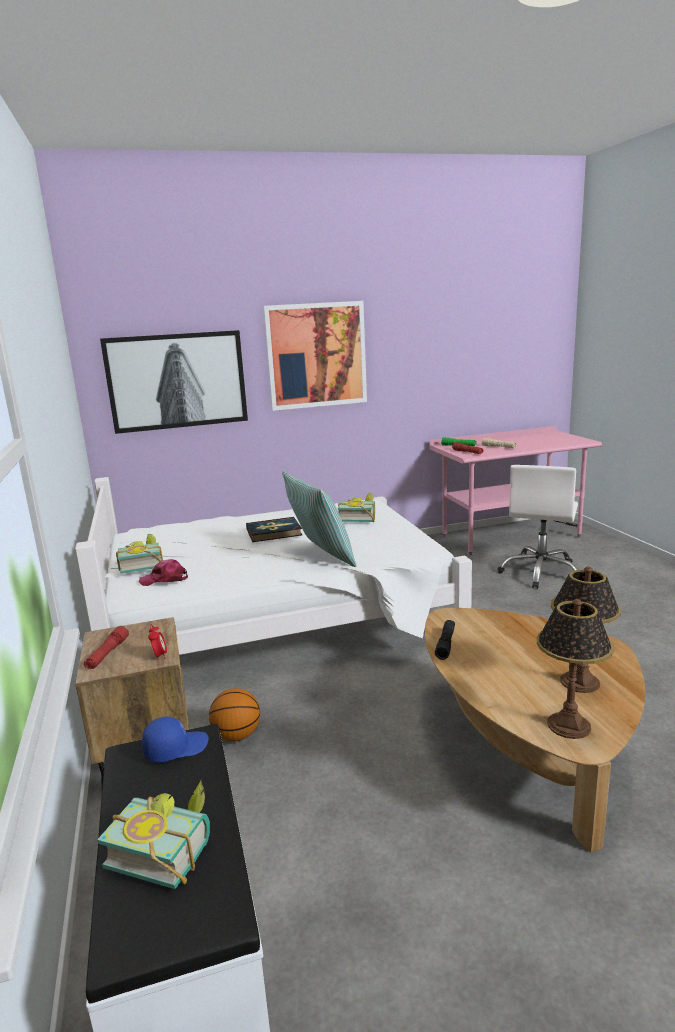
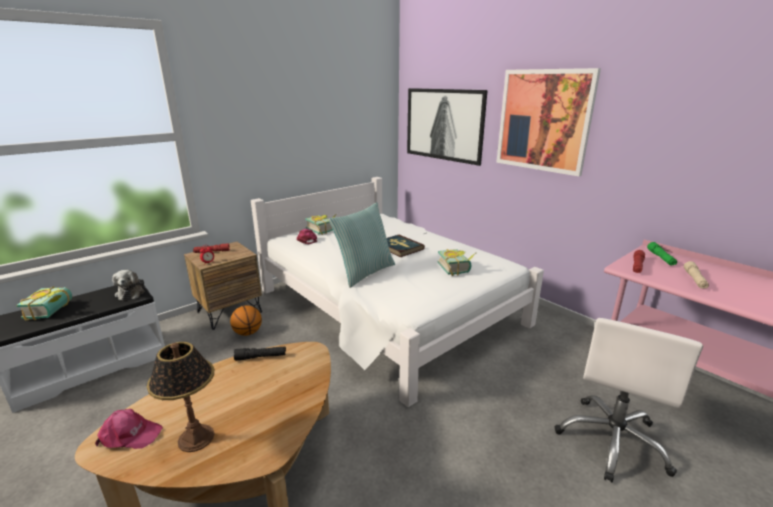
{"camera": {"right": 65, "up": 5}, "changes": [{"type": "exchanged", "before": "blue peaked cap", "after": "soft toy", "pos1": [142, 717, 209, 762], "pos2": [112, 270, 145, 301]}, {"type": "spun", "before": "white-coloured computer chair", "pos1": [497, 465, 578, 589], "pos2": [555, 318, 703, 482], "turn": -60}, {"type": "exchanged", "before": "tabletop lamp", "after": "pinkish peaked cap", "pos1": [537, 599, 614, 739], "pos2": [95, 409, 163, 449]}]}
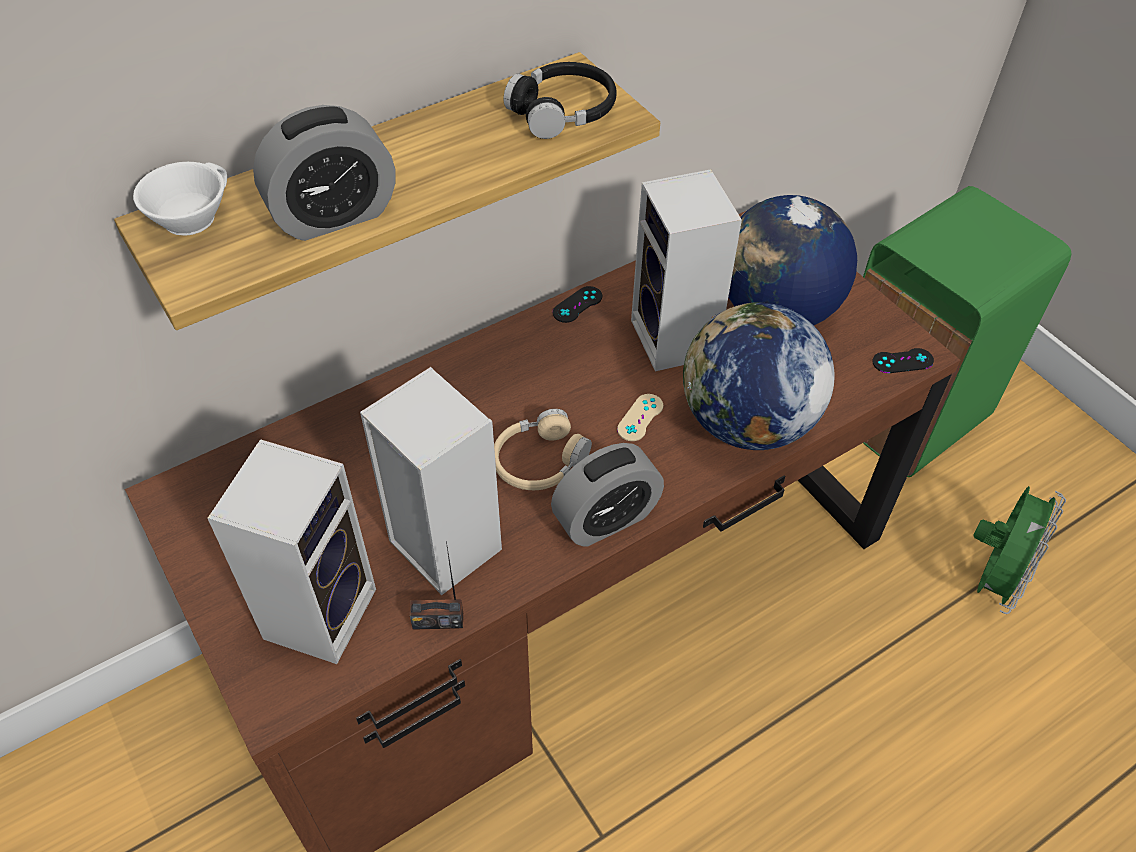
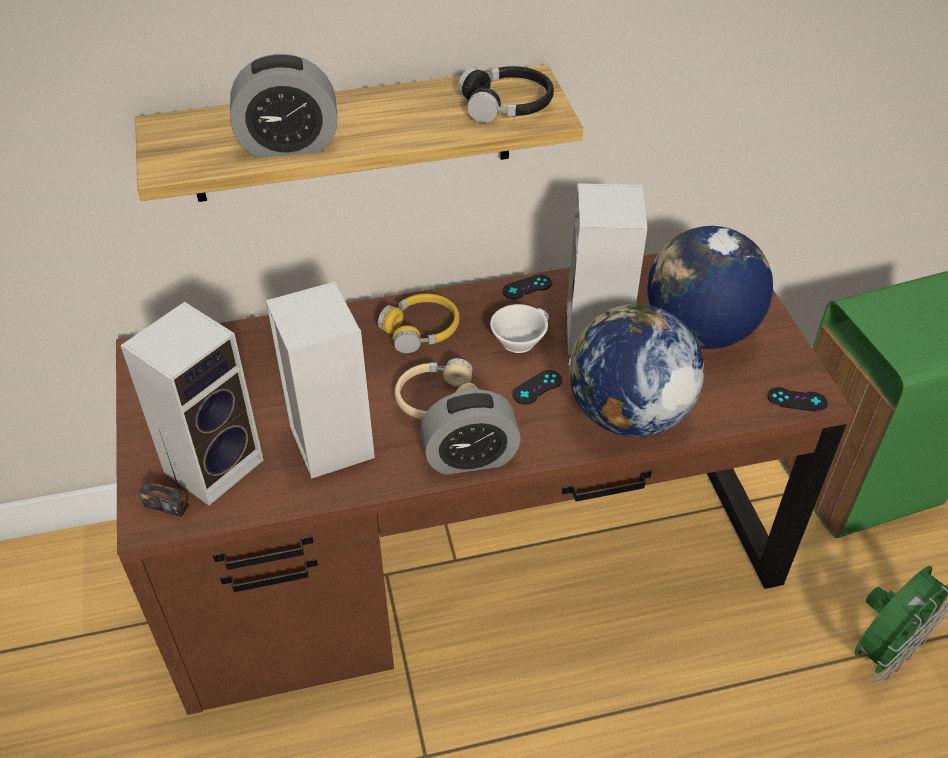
{"camera": {"right": 20, "up": -5}, "changes": [{"type": "relocated", "before": "white-coloured cup", "pos1": [133, 162, 227, 236], "pos2": [490, 304, 549, 353]}, {"type": "relocated", "before": "radio", "pos1": [410, 541, 463, 630], "pos2": [139, 430, 189, 517]}, {"type": "colour", "before": "beige-coloured gamepad", "after": "black gamepad", "pos1": [617, 394, 663, 441], "pos2": [512, 370, 562, 405]}, {"type": "appeared", "after": "yellow headphones", "pos2": [378, 294, 460, 353]}]}
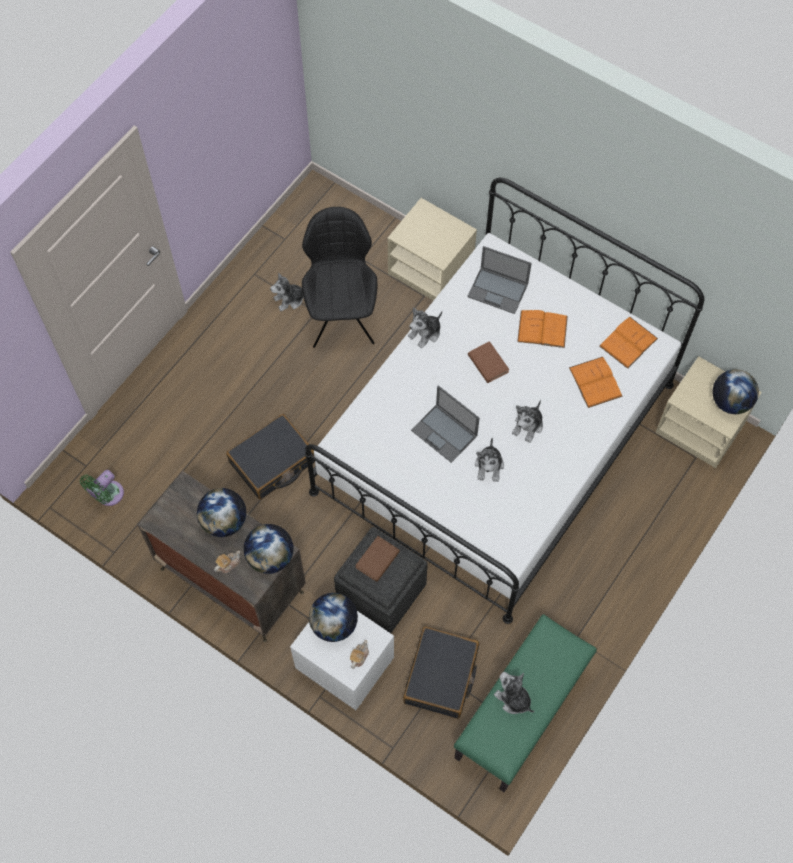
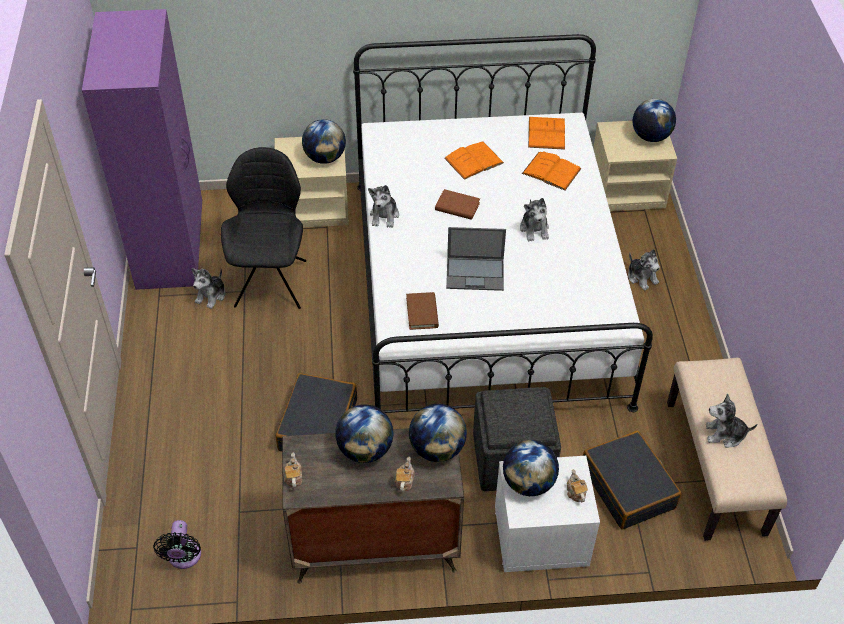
{"camera": {"right": -40, "up": -15}, "changes": [{"type": "colour", "before": "greenish electric fan", "after": "black electric fan", "pos1": [80, 470, 124, 506], "pos2": [153, 520, 201, 569]}, {"type": "spun", "before": "black upright chair", "pos1": [302, 207, 377, 348], "pos2": [221, 147, 306, 309], "turn": 45}, {"type": "relocated", "before": "brown-coloured volume", "pos1": [355, 536, 400, 582], "pos2": [406, 292, 439, 330]}, {"type": "colour", "before": "greenish indoor bench", "after": "beige-coloured indoor bench", "pos1": [454, 614, 597, 792], "pos2": [667, 358, 787, 541]}, {"type": "missing", "before": "laptop", "pos1": [467, 246, 532, 314]}, {"type": "relocated", "before": "soft toy", "pos1": [475, 437, 504, 482], "pos2": [628, 249, 660, 291]}, {"type": "appeared", "after": "purple wardrobe", "pos2": [82, 9, 202, 290]}, {"type": "appeared", "after": "pot for tea", "pos2": [284, 453, 302, 488]}, {"type": "appeared", "after": "desk globe", "pos2": [302, 119, 346, 164]}]}
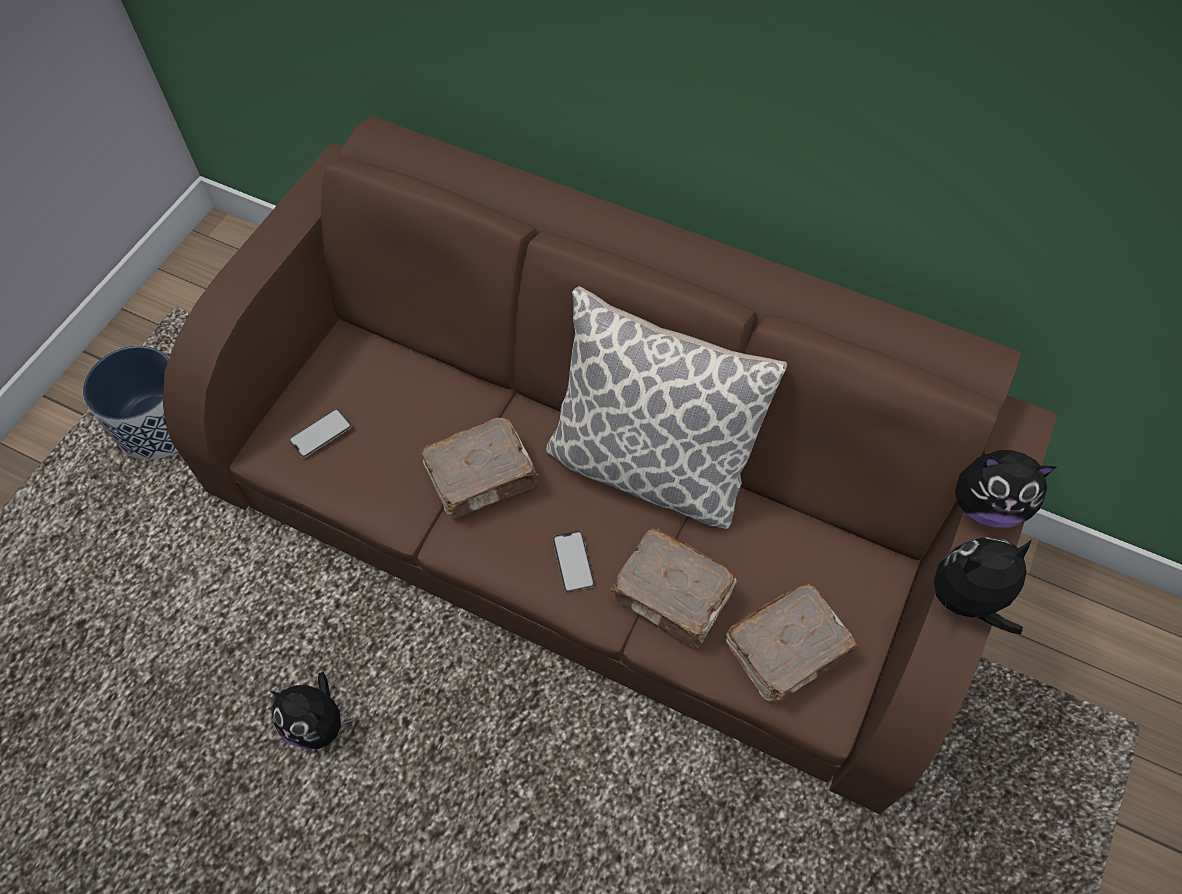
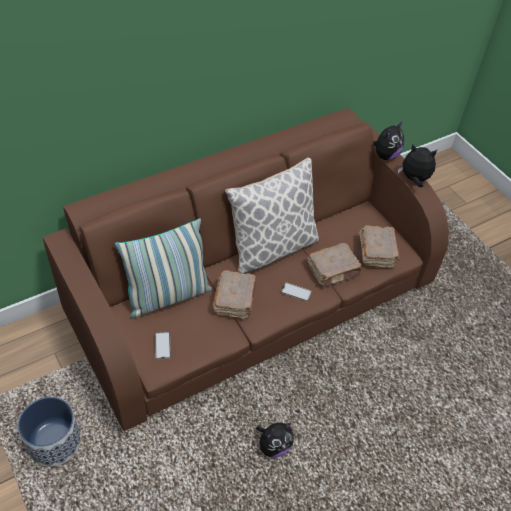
{"camera": {"right": -60, "up": -10}, "changes": [{"type": "spun", "before": "soft toy", "pos1": [933, 537, 1031, 634], "pos2": [398, 145, 437, 187], "turn": 90}, {"type": "appeared", "after": "cushion", "pos2": [115, 218, 212, 319]}]}
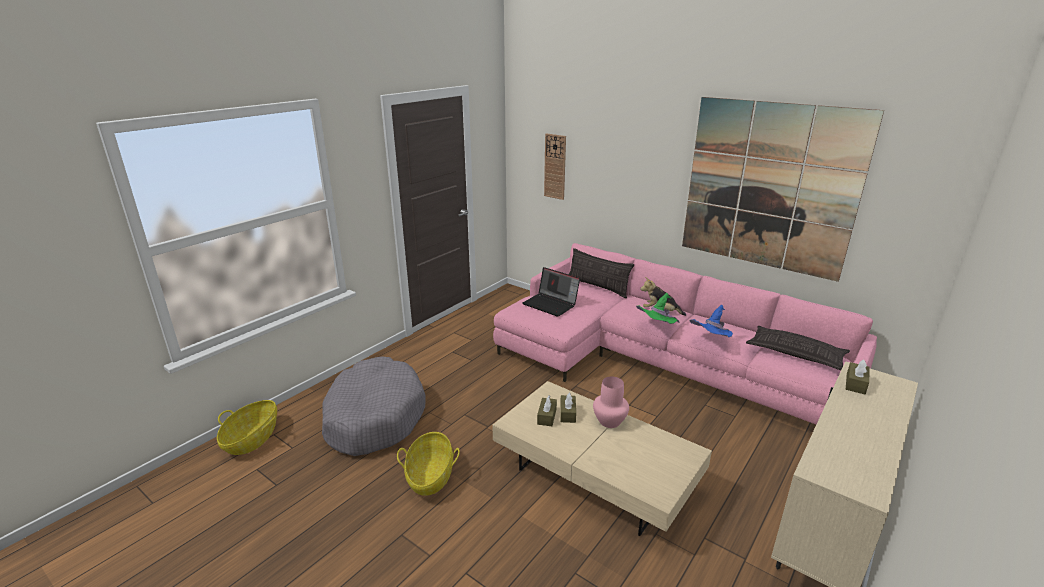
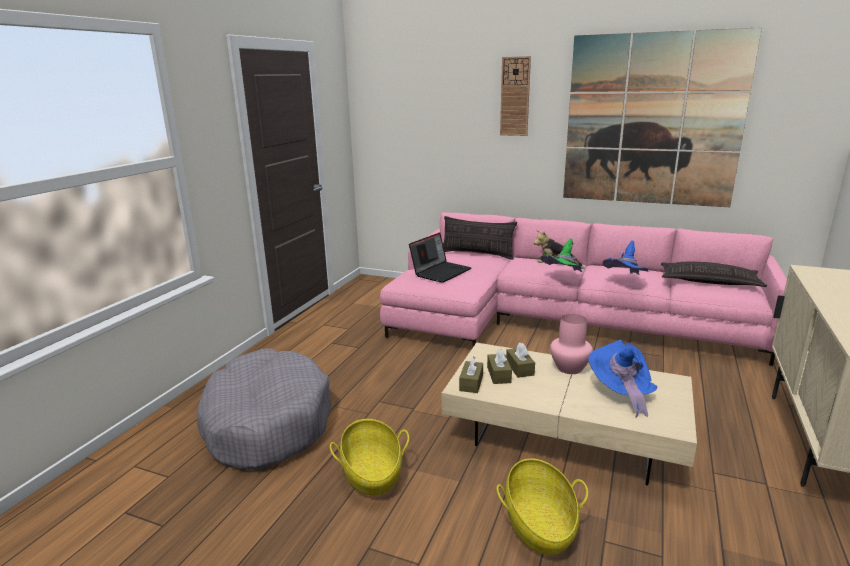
{"camera": {"right": -15, "up": -5}, "changes": [{"type": "relocated", "before": "basket", "pos1": [217, 400, 277, 455], "pos2": [496, 458, 588, 555]}, {"type": "spun", "before": "laptop", "pos1": [522, 267, 580, 317], "pos2": [409, 232, 471, 283], "turn": -75}, {"type": "relocated", "before": "wall clock", "pos1": [544, 133, 566, 200], "pos2": [500, 56, 531, 136]}, {"type": "relocated", "before": "brown-coloured box of tissues", "pos1": [846, 360, 870, 394], "pos2": [459, 356, 483, 393]}, {"type": "appeared", "after": "blue hat", "pos2": [588, 340, 658, 418]}]}
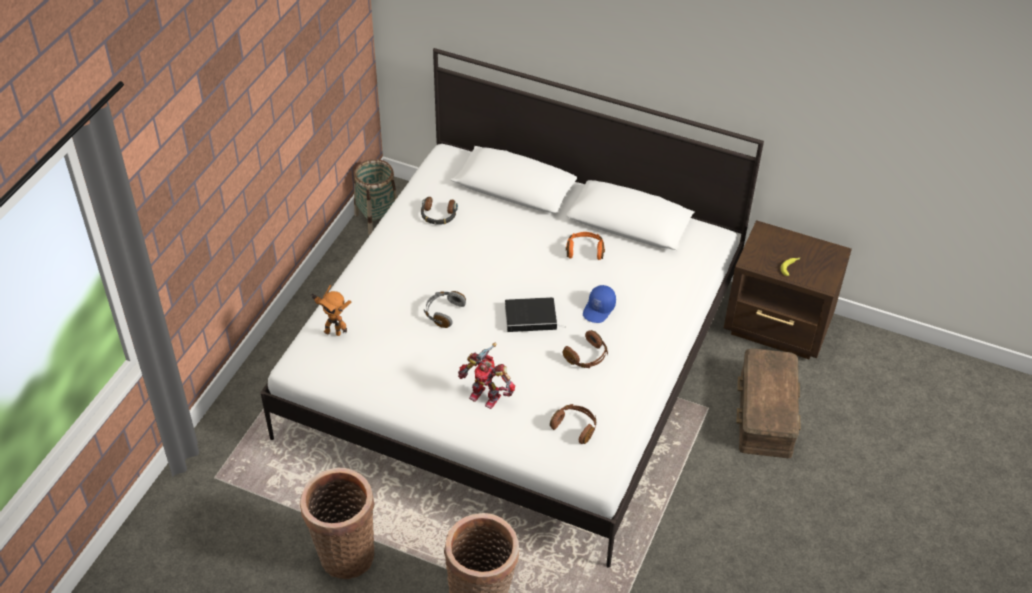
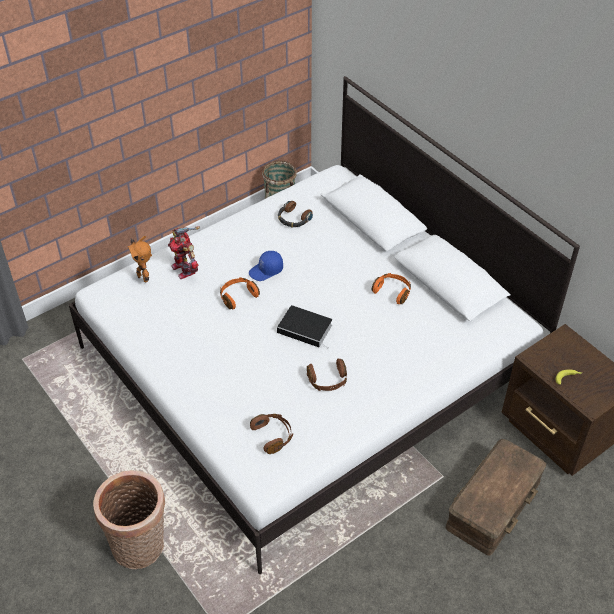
{"camera": {"right": 30, "up": 0}, "changes": [{"type": "missing", "before": "basket", "pos1": [300, 468, 375, 579]}, {"type": "colour", "before": "greyish headphones", "after": "orange-coloured headphones", "pos1": [424, 291, 466, 328], "pos2": [220, 277, 260, 309]}, {"type": "relocated", "before": "model robot", "pos1": [458, 342, 515, 409], "pos2": [168, 227, 200, 279]}, {"type": "relocated", "before": "blue peaked cap", "pos1": [583, 285, 616, 323], "pos2": [249, 251, 283, 281]}]}
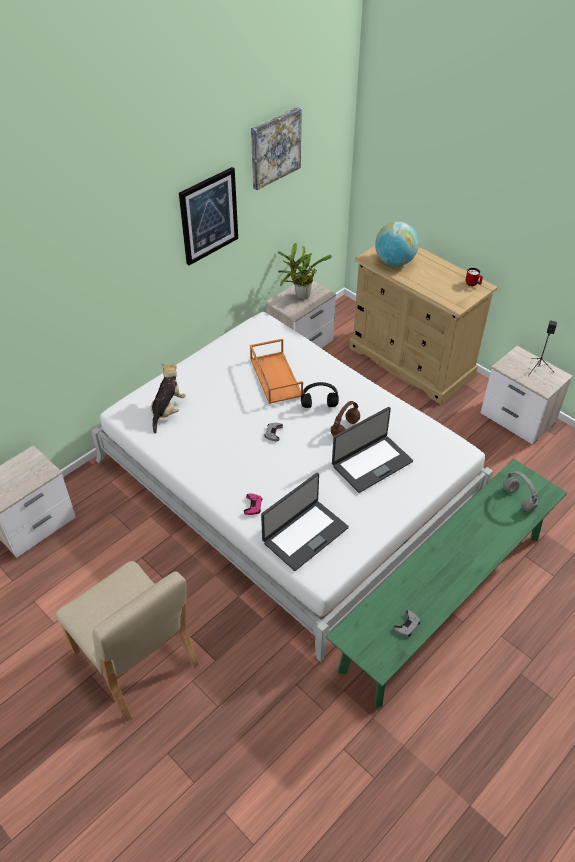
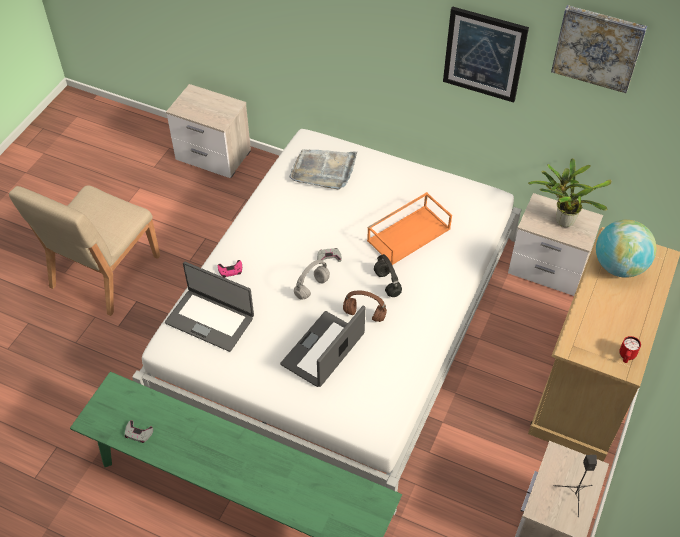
{"camera": {"right": 70, "up": 5}, "changes": [{"type": "exchanged", "before": "soft toy", "after": "greyish carrying tray", "pos1": [151, 362, 186, 433], "pos2": [289, 149, 357, 189]}, {"type": "spun", "before": "laptop", "pos1": [332, 407, 413, 493], "pos2": [280, 305, 365, 387], "turn": 90}, {"type": "relocated", "before": "greyish headphones", "pos1": [503, 471, 538, 512], "pos2": [294, 260, 330, 300]}]}
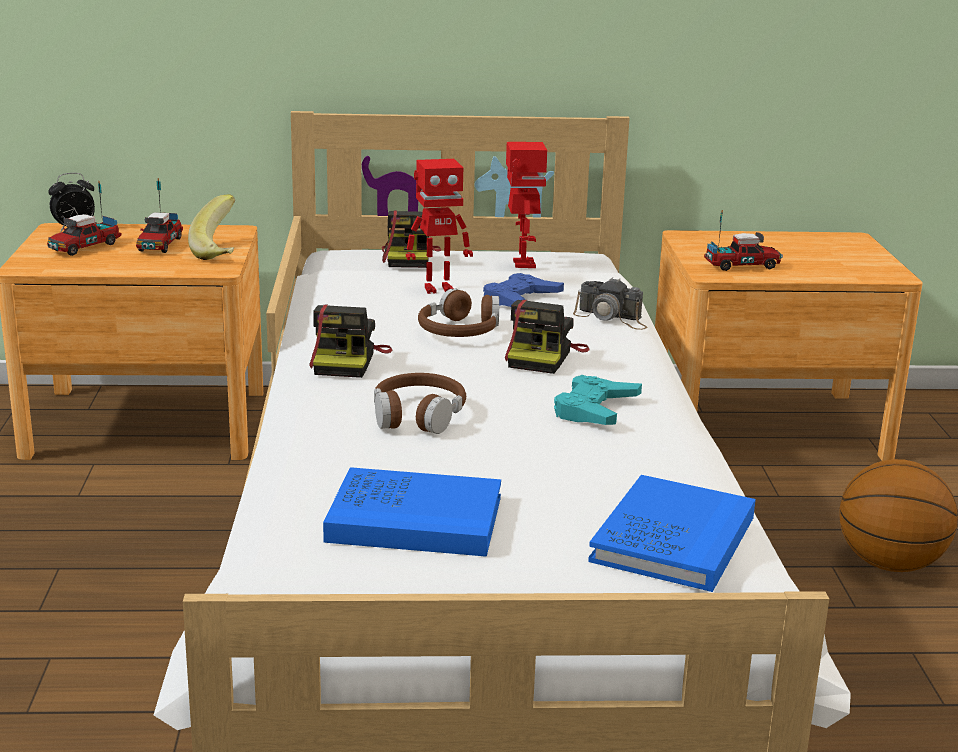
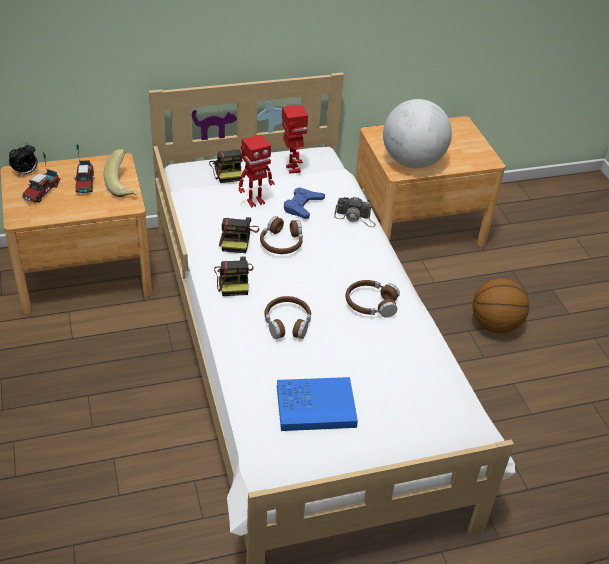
{"camera": {"right": -15, "up": 20}, "changes": [{"type": "relocated", "before": "still camera", "pos1": [505, 300, 590, 374], "pos2": [219, 217, 260, 253]}, {"type": "exchanged", "before": "blue-green gamepad", "after": "brown-coloured headphones", "pos1": [554, 375, 642, 425], "pos2": [345, 280, 400, 318]}, {"type": "missing", "before": "blue volume", "pos1": [588, 475, 756, 592]}, {"type": "exchanged", "before": "toy truck", "after": "desk globe", "pos1": [704, 210, 783, 271], "pos2": [383, 99, 452, 168]}]}
